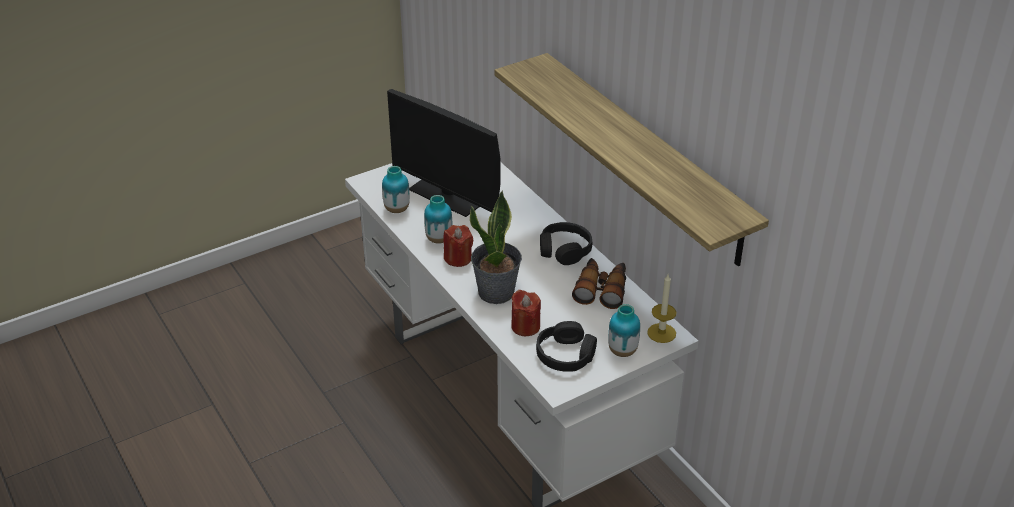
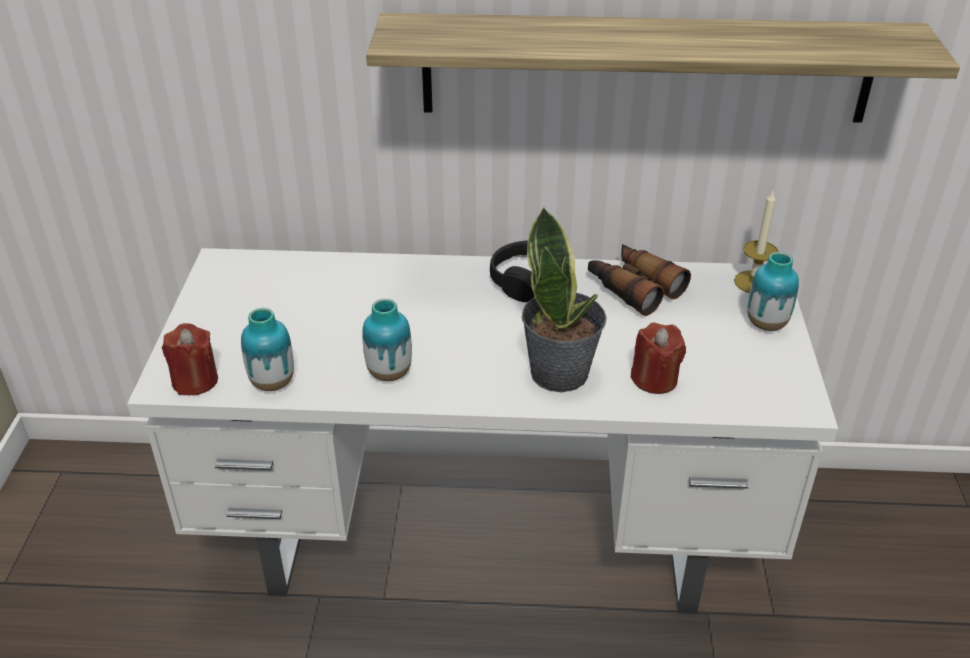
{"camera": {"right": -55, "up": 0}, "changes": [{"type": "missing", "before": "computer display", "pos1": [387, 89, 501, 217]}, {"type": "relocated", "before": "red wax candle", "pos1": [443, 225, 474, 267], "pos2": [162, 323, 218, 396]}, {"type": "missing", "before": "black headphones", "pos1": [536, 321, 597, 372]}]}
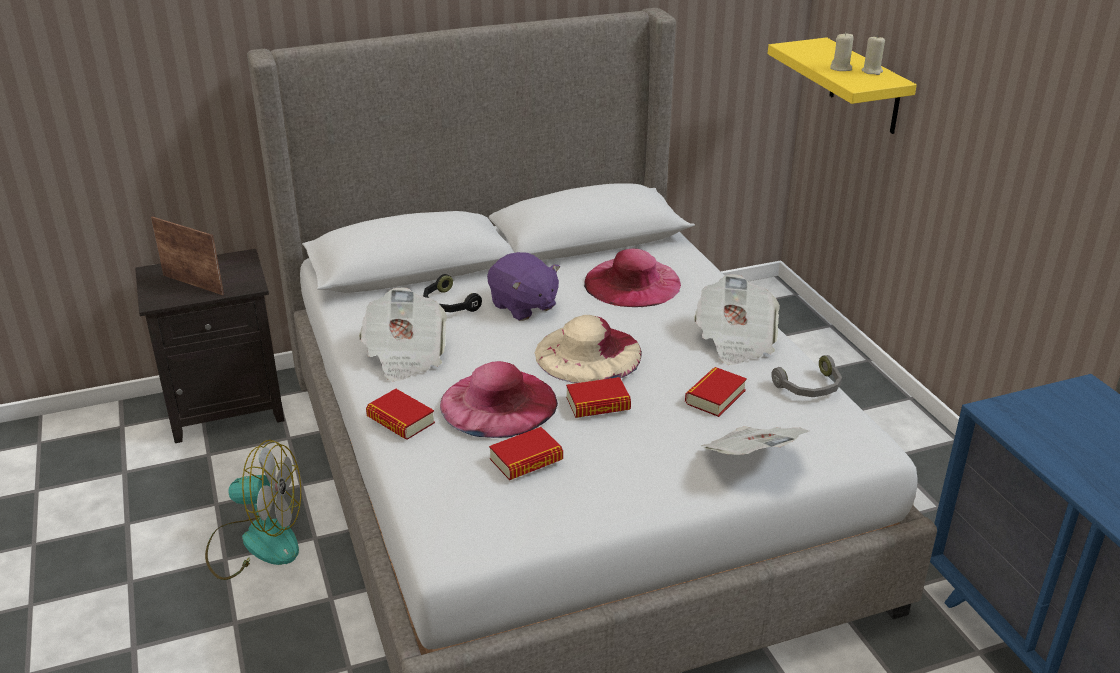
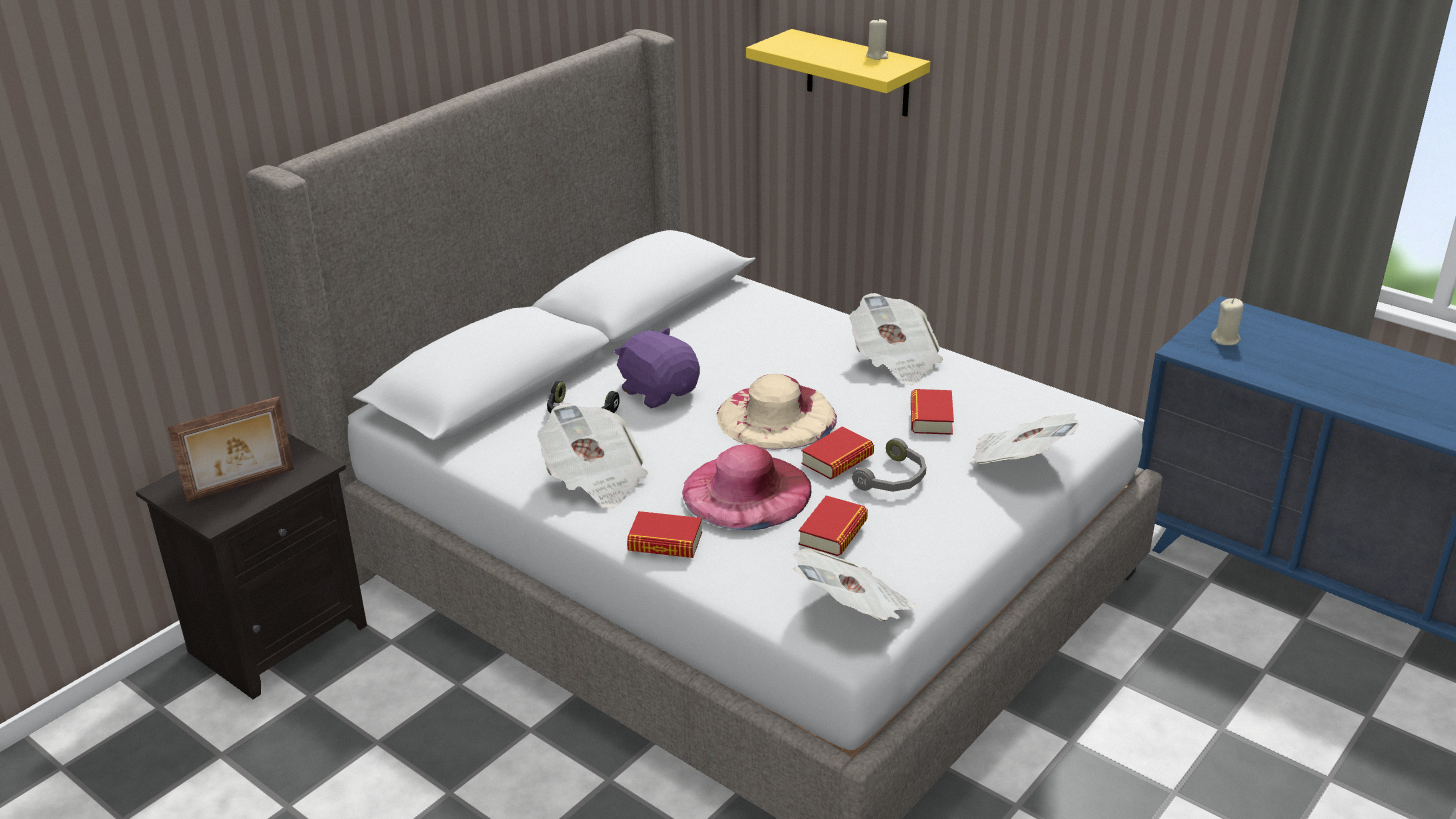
{"camera": {"right": -30, "up": 0}, "changes": [{"type": "spun", "before": "standing frame", "pos1": [151, 217, 224, 295], "pos2": [168, 396, 294, 502], "turn": 150}, {"type": "missing", "before": "electric fan", "pos1": [205, 440, 301, 580]}, {"type": "spun", "before": "purple soft toy", "pos1": [487, 252, 560, 321], "pos2": [614, 328, 700, 408], "turn": -150}, {"type": "missing", "before": "pinkish hat", "pos1": [584, 249, 681, 307]}, {"type": "relocated", "before": "greyish headphones", "pos1": [771, 355, 842, 397], "pos2": [852, 438, 926, 492]}, {"type": "relocated", "before": "beige-coloured wax candle", "pos1": [830, 33, 854, 71], "pos2": [1211, 298, 1244, 346]}, {"type": "appeared", "after": "newspaper", "pos2": [793, 548, 917, 621]}]}
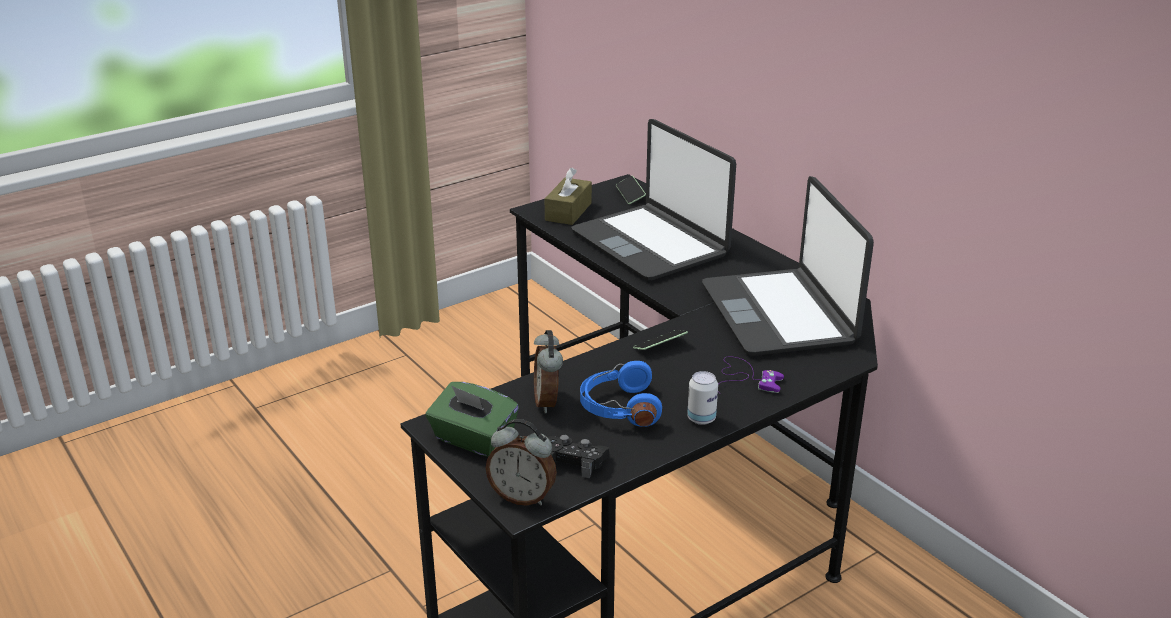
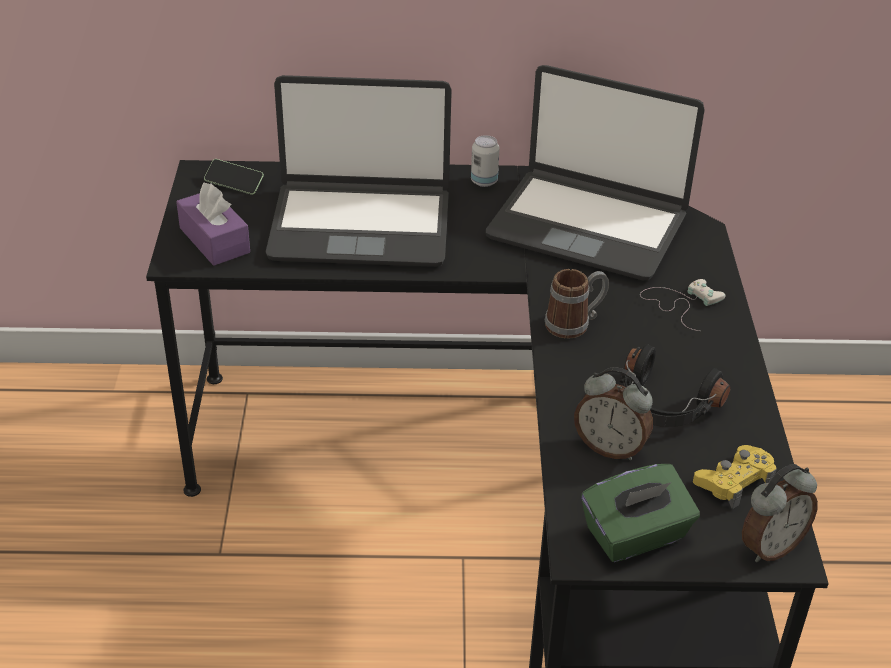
{"camera": {"right": -55, "up": 10}, "changes": [{"type": "colour", "before": "brown-coloured box of tissues", "after": "purple box of tissues", "pos1": [545, 168, 592, 225], "pos2": [176, 183, 250, 266]}, {"type": "colour", "before": "black gamepad", "after": "yellow gamepad", "pos1": [547, 435, 609, 478], "pos2": [693, 445, 777, 509]}, {"type": "colour", "before": "blue headphones", "after": "black headphones", "pos1": [580, 361, 662, 427], "pos2": [620, 344, 731, 427]}, {"type": "exchanged", "before": "phone", "after": "tea mug", "pos1": [633, 330, 688, 350], "pos2": [545, 269, 609, 339]}, {"type": "relocated", "before": "sealed can", "pos1": [687, 371, 718, 425], "pos2": [471, 135, 500, 187]}, {"type": "colour", "before": "purple gamepad", "after": "white-coloured gamepad", "pos1": [718, 356, 784, 393], "pos2": [640, 279, 726, 331]}]}
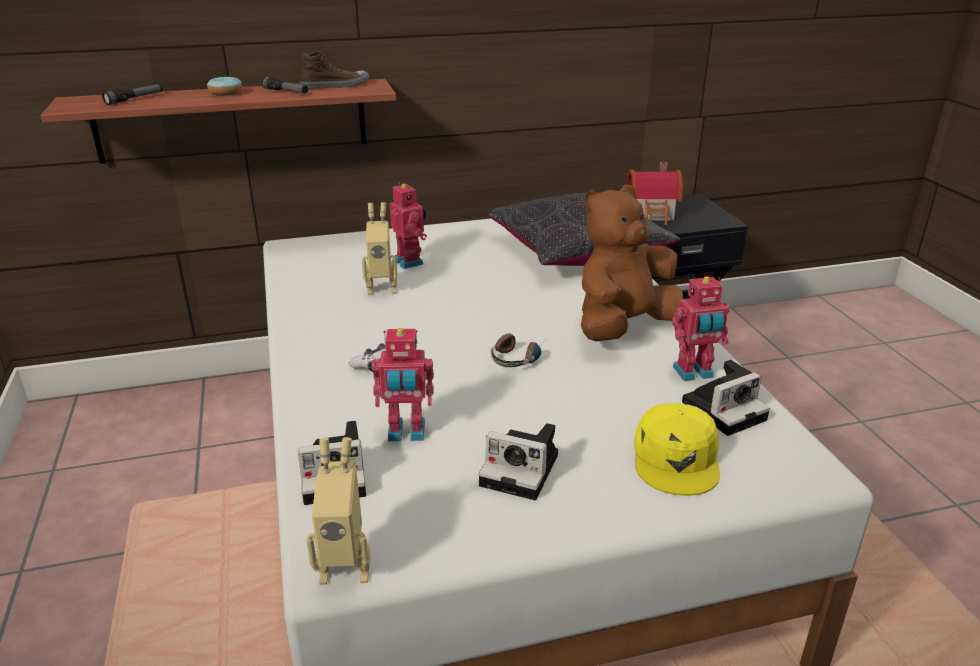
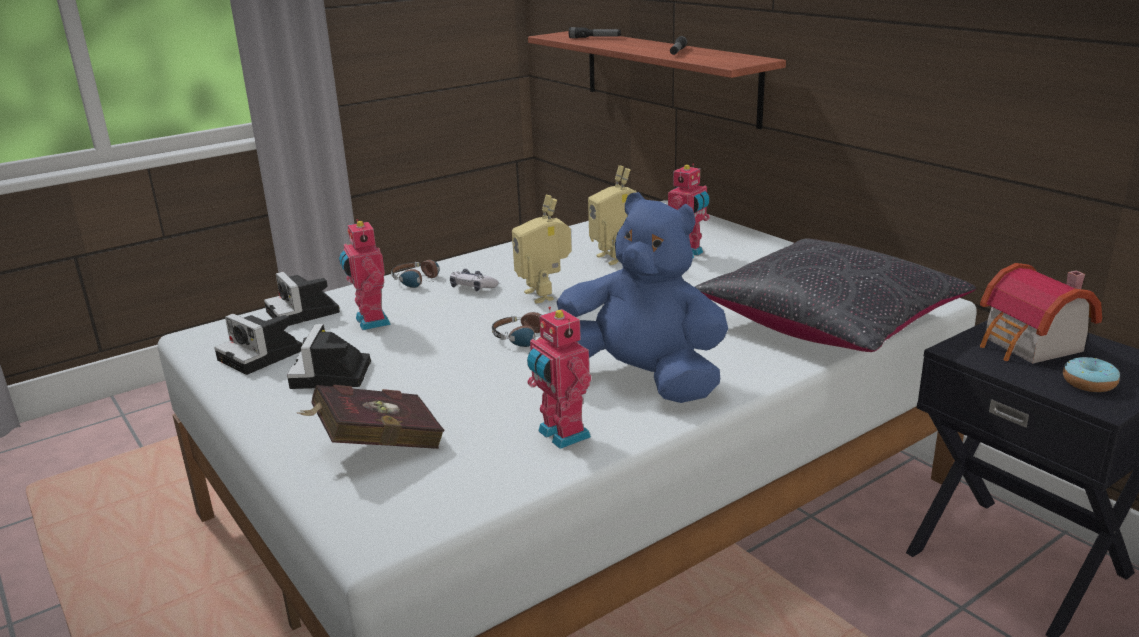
{"camera": {"right": 70, "up": -5}, "changes": [{"type": "relocated", "before": "donut", "pos1": [207, 77, 242, 96], "pos2": [1063, 357, 1120, 392]}, {"type": "missing", "before": "low shoe", "pos1": [300, 51, 369, 89]}, {"type": "relocated", "before": "model robot", "pos1": [306, 437, 370, 585], "pos2": [512, 195, 572, 304]}, {"type": "colour", "before": "brown-coloured soft toy", "after": "blue soft toy", "pos1": [581, 184, 683, 341], "pos2": [557, 192, 728, 403]}, {"type": "exchanged", "before": "yellow peaked cap", "after": "red volume", "pos1": [634, 403, 720, 496], "pos2": [296, 385, 444, 449]}, {"type": "relocated", "before": "still camera", "pos1": [682, 360, 770, 436], "pos2": [214, 314, 302, 375]}, {"type": "appeared", "after": "headphones", "pos2": [391, 260, 440, 288]}]}
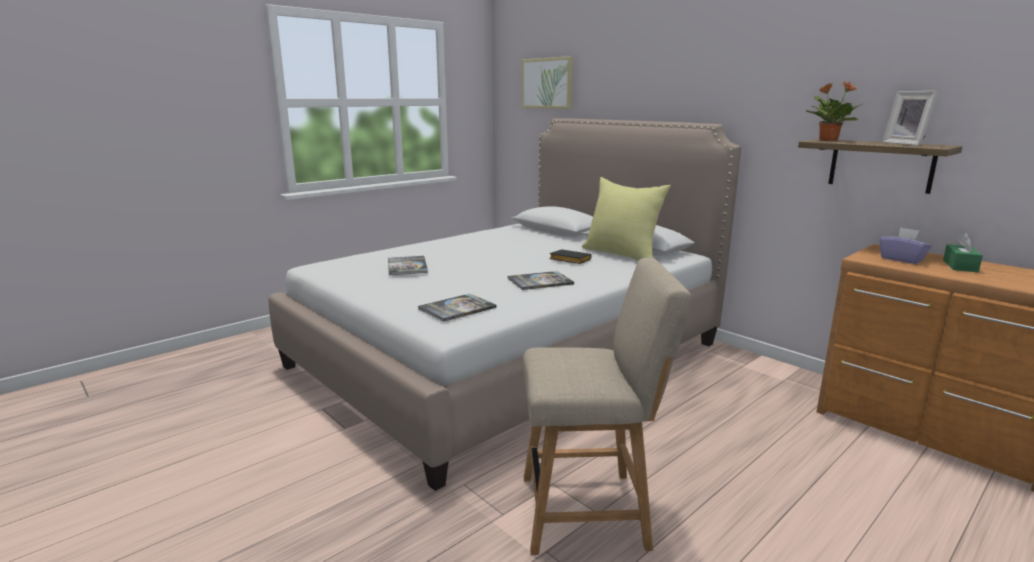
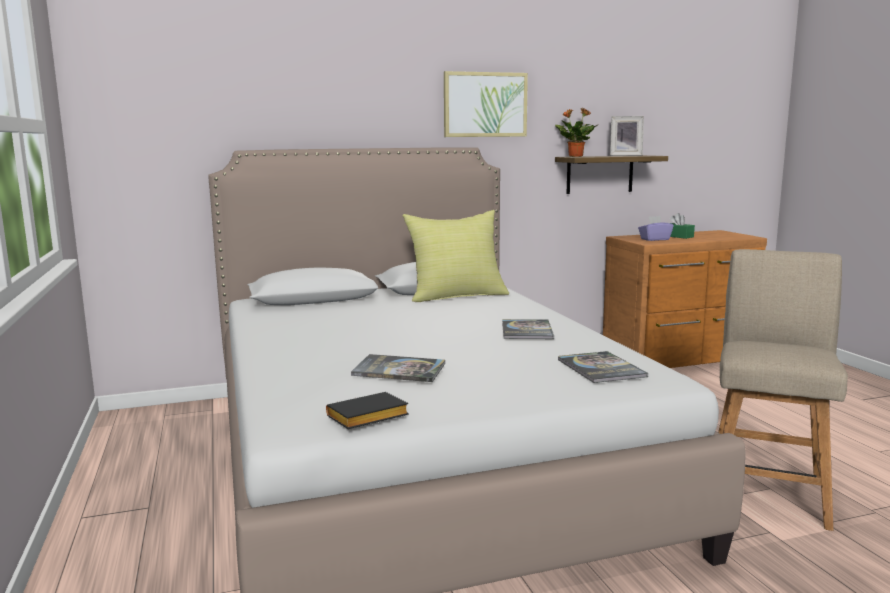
{"camera": {"right": -65, "up": -5}, "changes": [{"type": "relocated", "before": "wall picture", "pos1": [522, 56, 573, 109], "pos2": [444, 71, 528, 137]}, {"type": "relocated", "before": "black volume", "pos1": [550, 249, 591, 264], "pos2": [326, 392, 409, 429]}]}
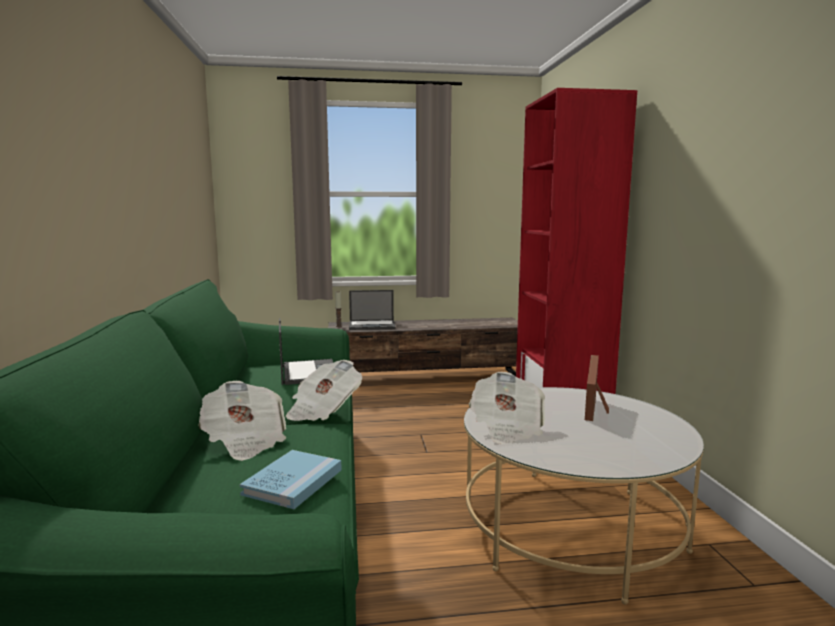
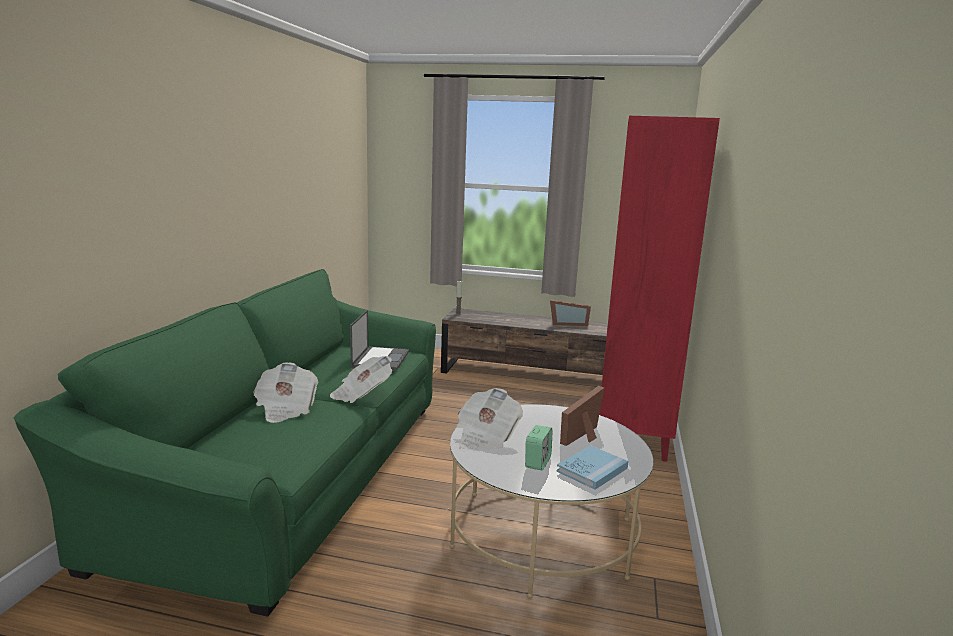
{"camera": {"right": 20, "up": 5}, "changes": [{"type": "relocated", "before": "blue volume", "pos1": [240, 450, 342, 509], "pos2": [557, 445, 629, 490]}, {"type": "missing", "before": "laptop", "pos1": [349, 290, 396, 330]}, {"type": "appeared", "after": "alarm clock", "pos2": [525, 425, 552, 471]}, {"type": "appeared", "after": "standing frame", "pos2": [550, 299, 591, 326]}]}
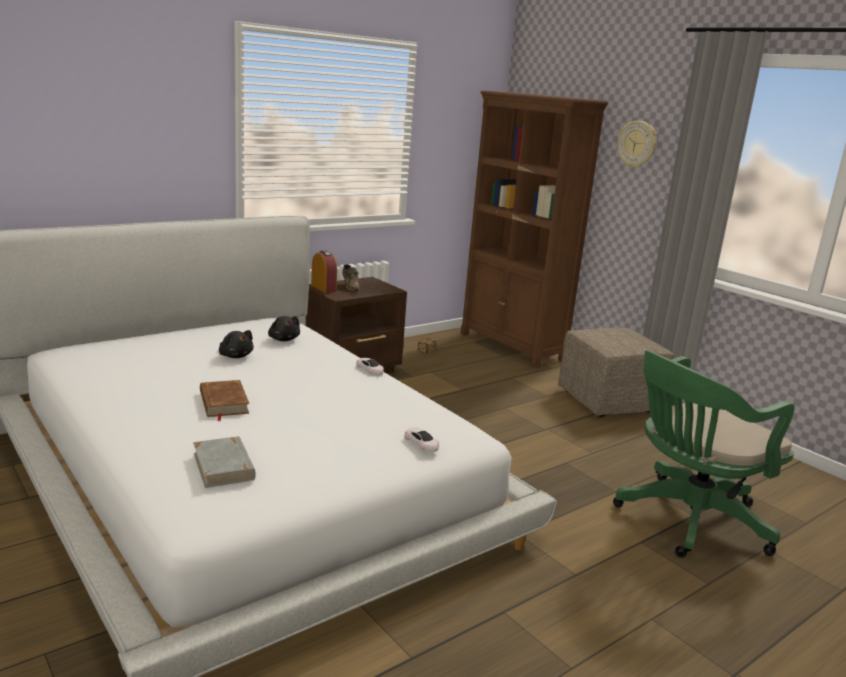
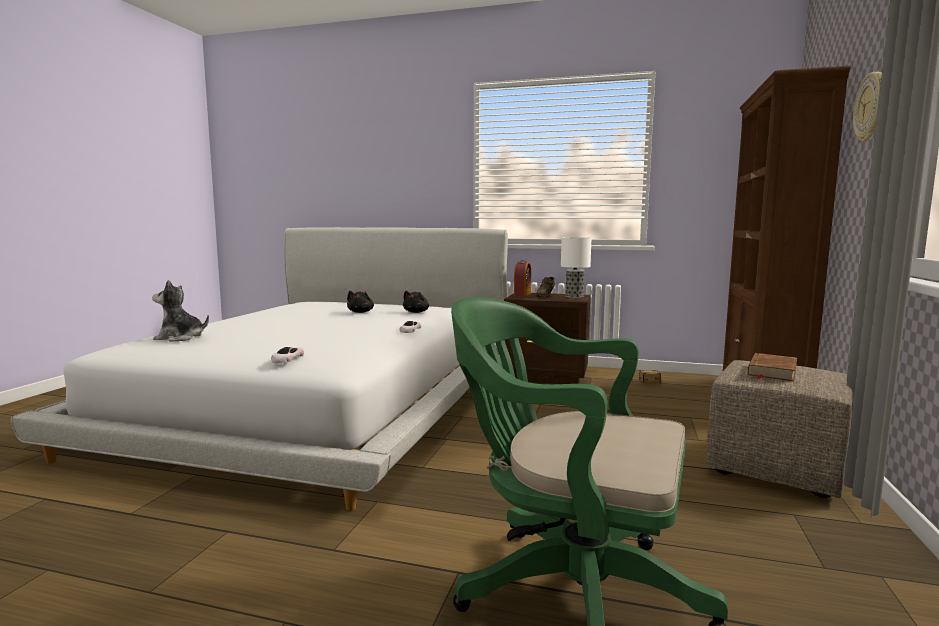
{"camera": {"right": 55, "up": -10}, "changes": [{"type": "exchanged", "before": "greyish volume", "after": "soft toy", "pos1": [193, 436, 256, 488], "pos2": [152, 280, 209, 342]}, {"type": "relocated", "before": "brown-coloured volume", "pos1": [200, 380, 249, 421], "pos2": [748, 353, 797, 381]}, {"type": "appeared", "after": "tabletop lamp", "pos2": [561, 237, 592, 298]}]}
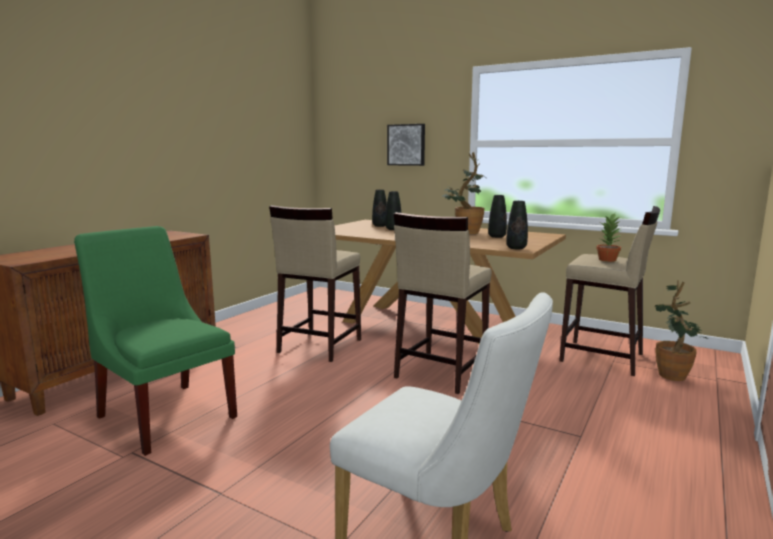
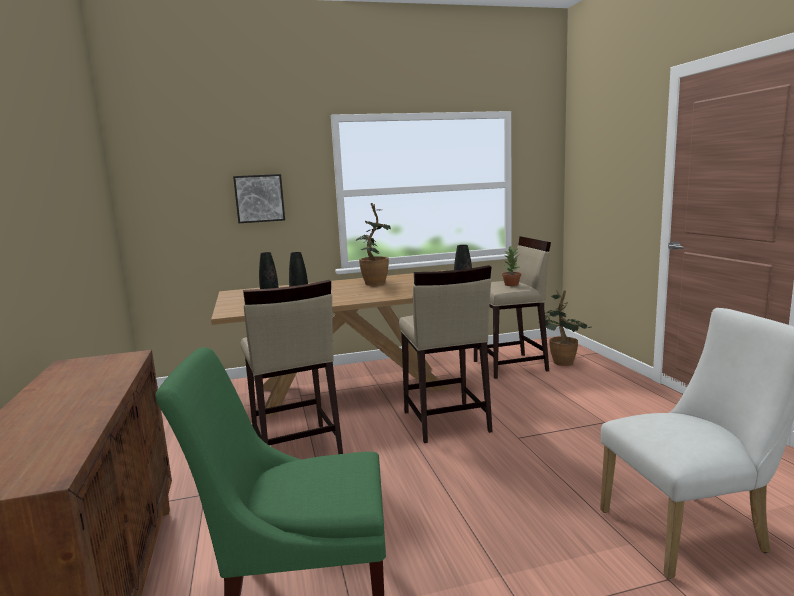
{"camera": {"right": -45, "up": 0}, "changes": [{"type": "missing", "before": "black decorative vase", "pos1": [488, 195, 507, 238]}]}
